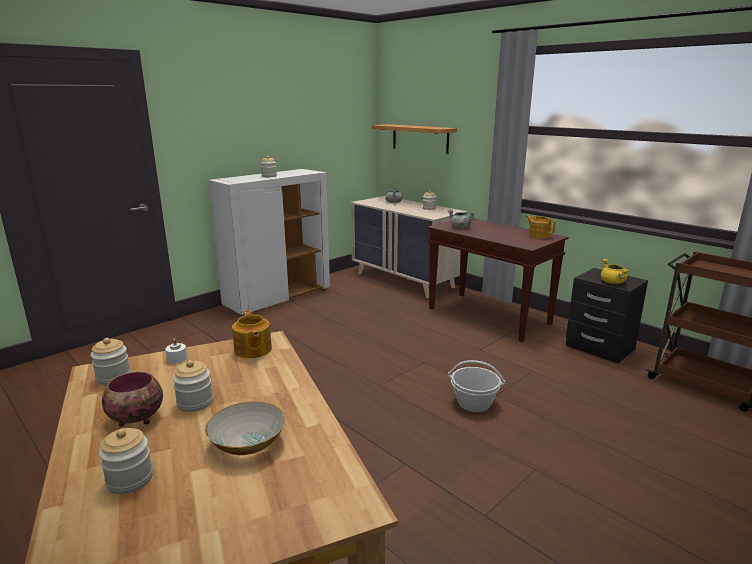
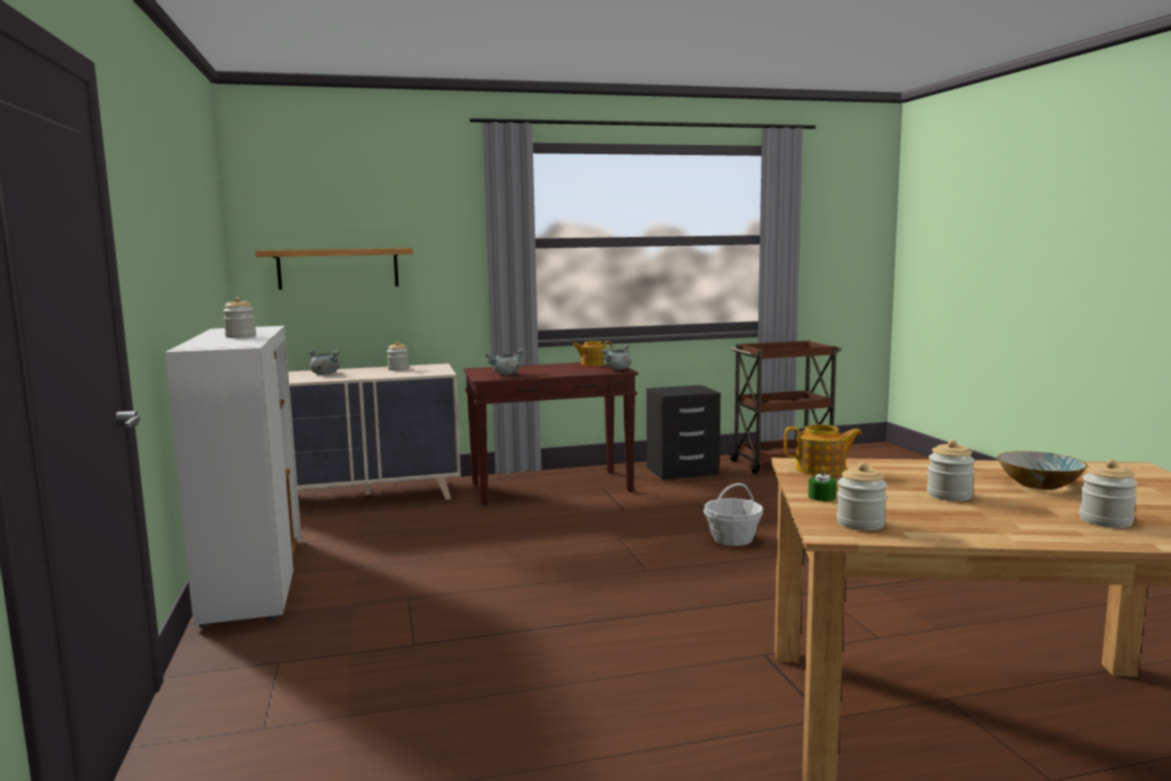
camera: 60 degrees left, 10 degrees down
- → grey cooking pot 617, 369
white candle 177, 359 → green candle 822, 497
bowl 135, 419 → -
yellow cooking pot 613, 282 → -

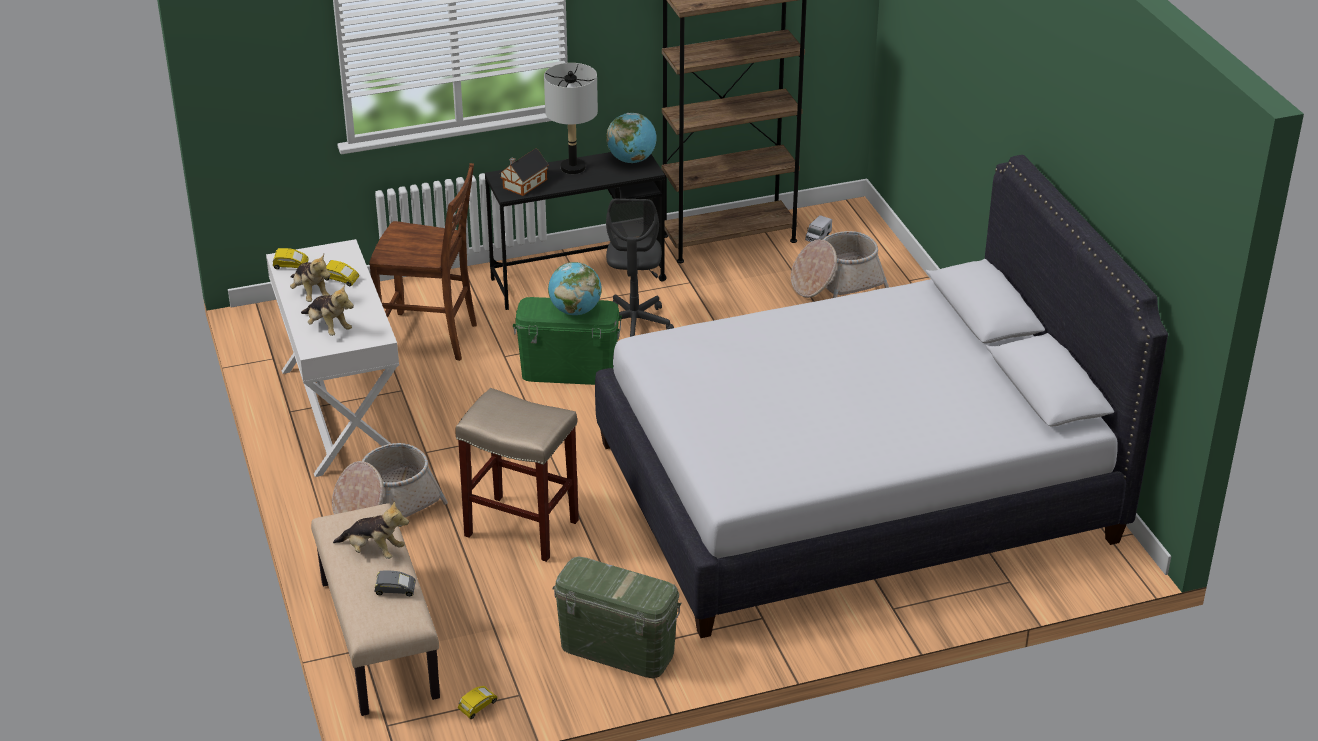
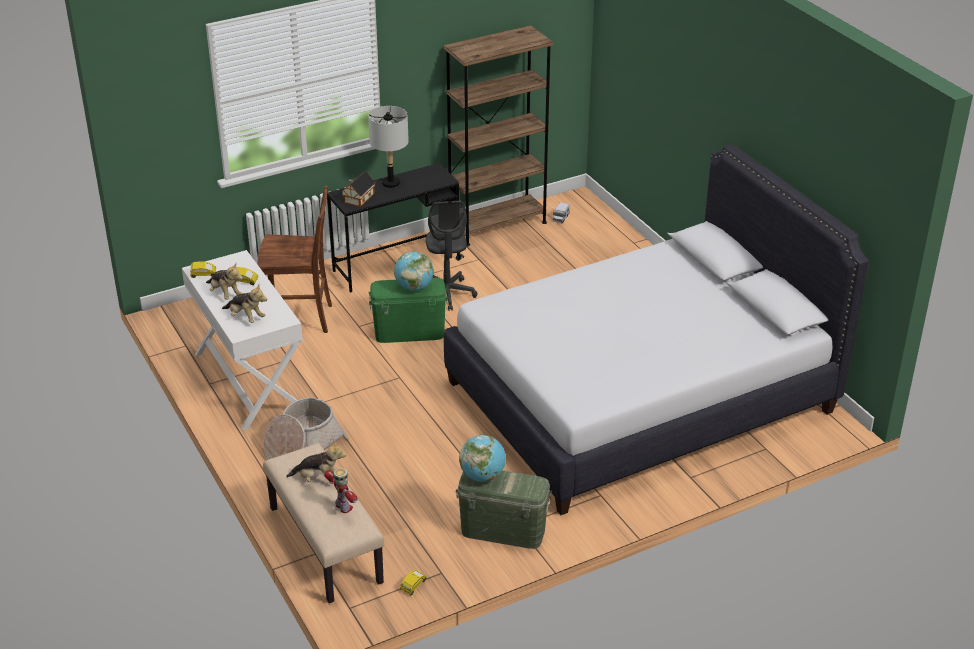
camera: 10 degrees left, 0 degrees up
grey toy car 395, 591 → toy robot 343, 507
globe 632, 160 → globe 482, 476, shifted
beige stool 523, 528 → -
basket 836, 283 → -

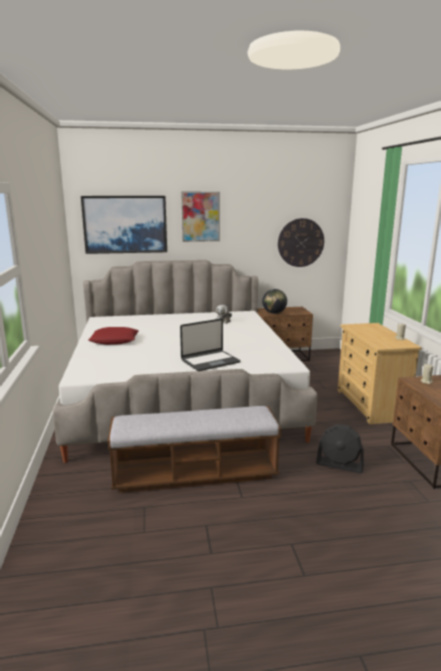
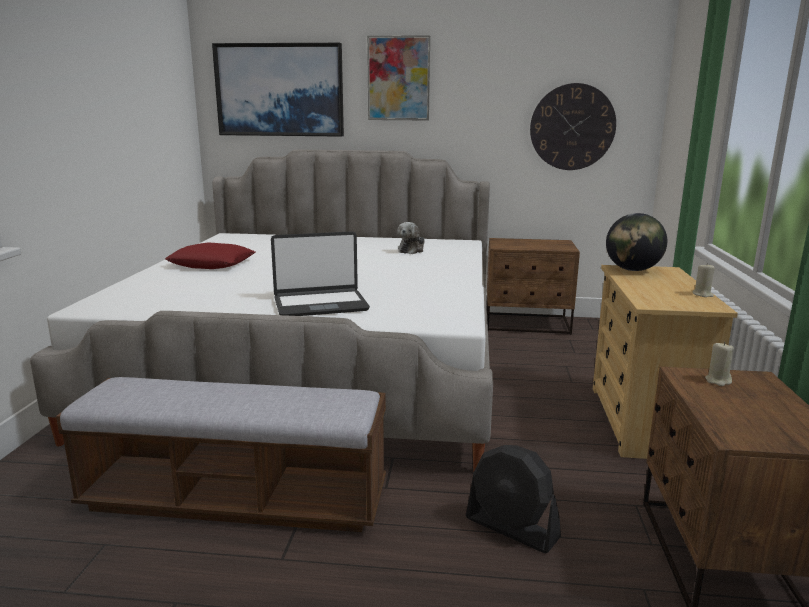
camera: 15 degrees right, 0 degrees up
globe 274, 313 → globe 632, 270, shifted

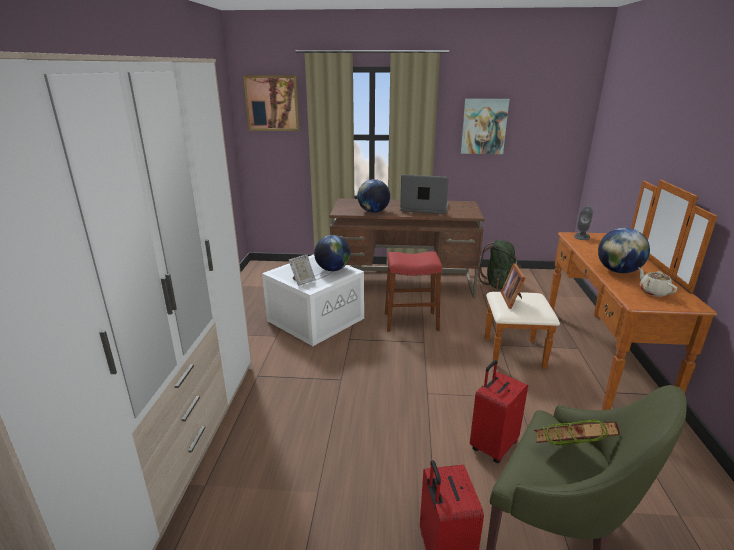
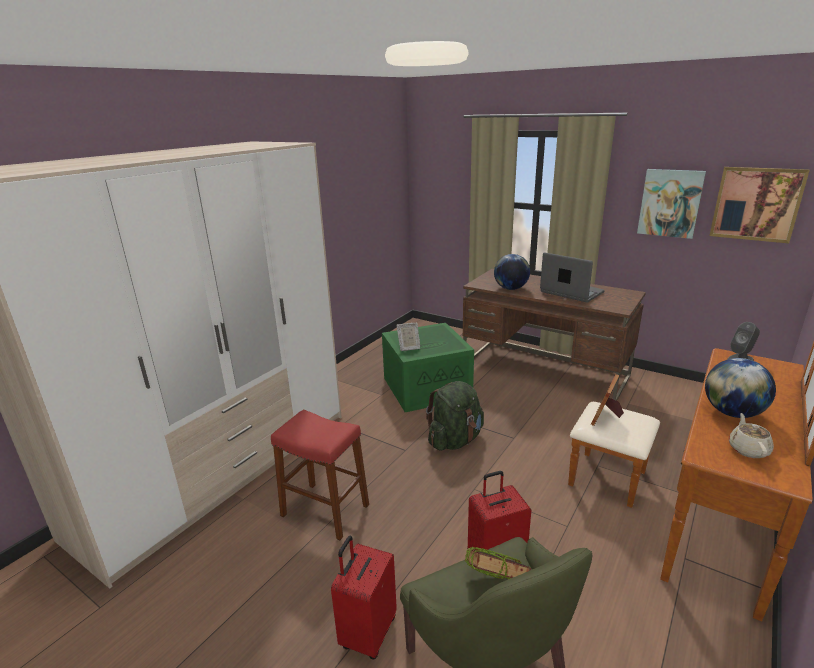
camera: 30 degrees right, 0 degrees up
red stool 411, 321 → red stool 325, 510, shifted
white storage box 315, 318 → green storage box 427, 387
green backpack 498, 284 → green backpack 455, 440, shifted
picture 272, 103 → picture 756, 204, shifted
globe 332, 269 → -

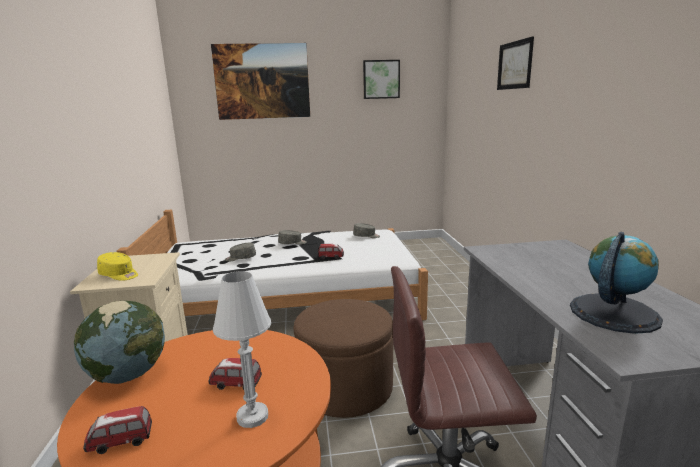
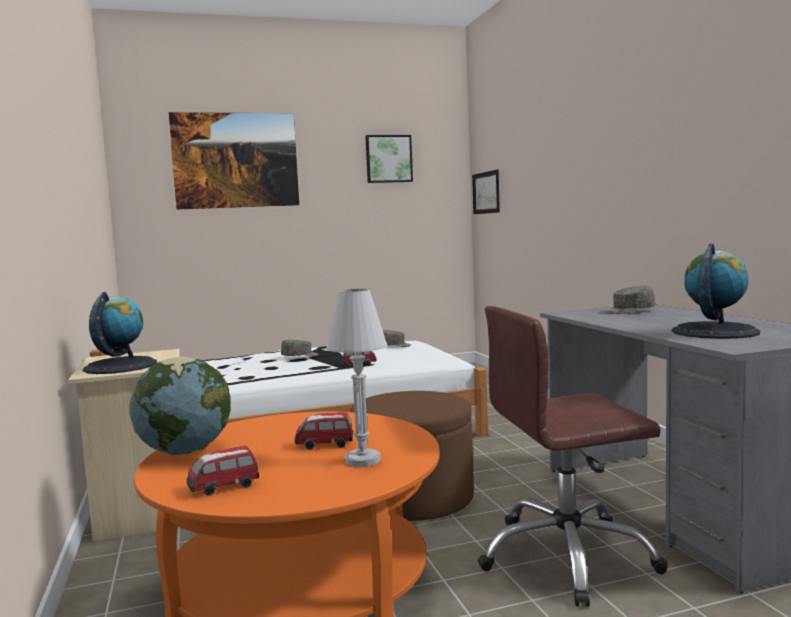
camera: 10 degrees left, 10 degrees down
yellow cap 119, 275 → globe 120, 366
picture 514, 65 → picture 486, 192, shifted
grey cap 240, 258 → grey cap 629, 311, shifted

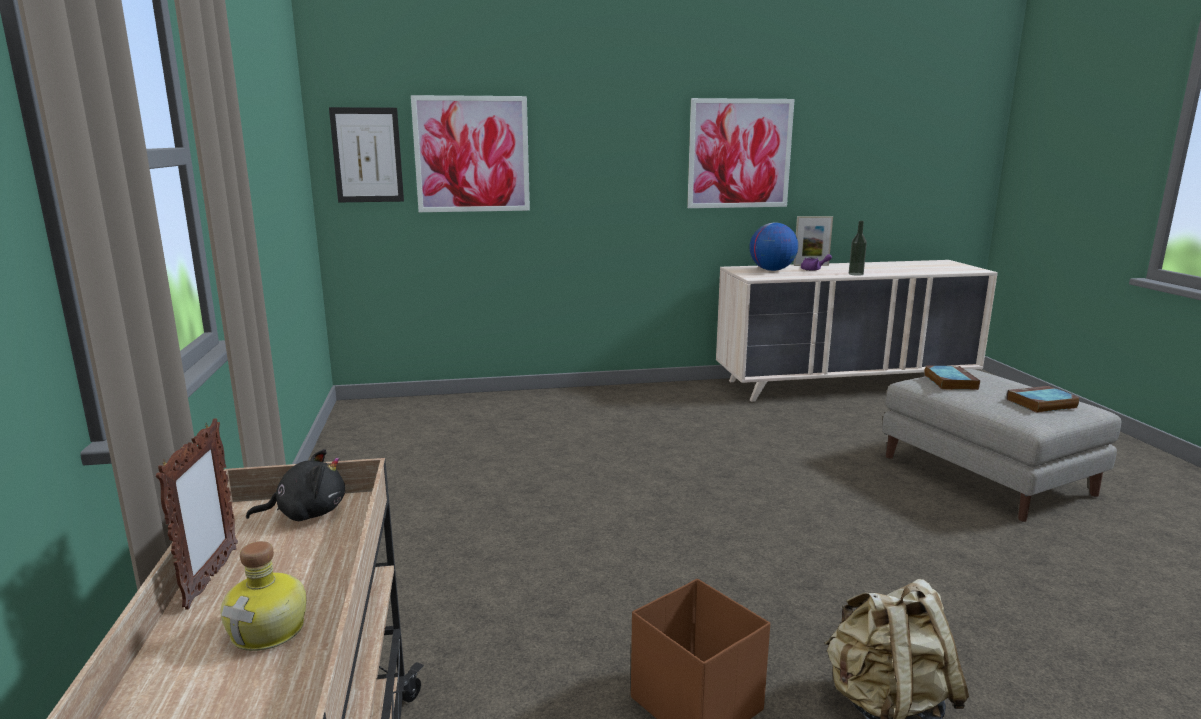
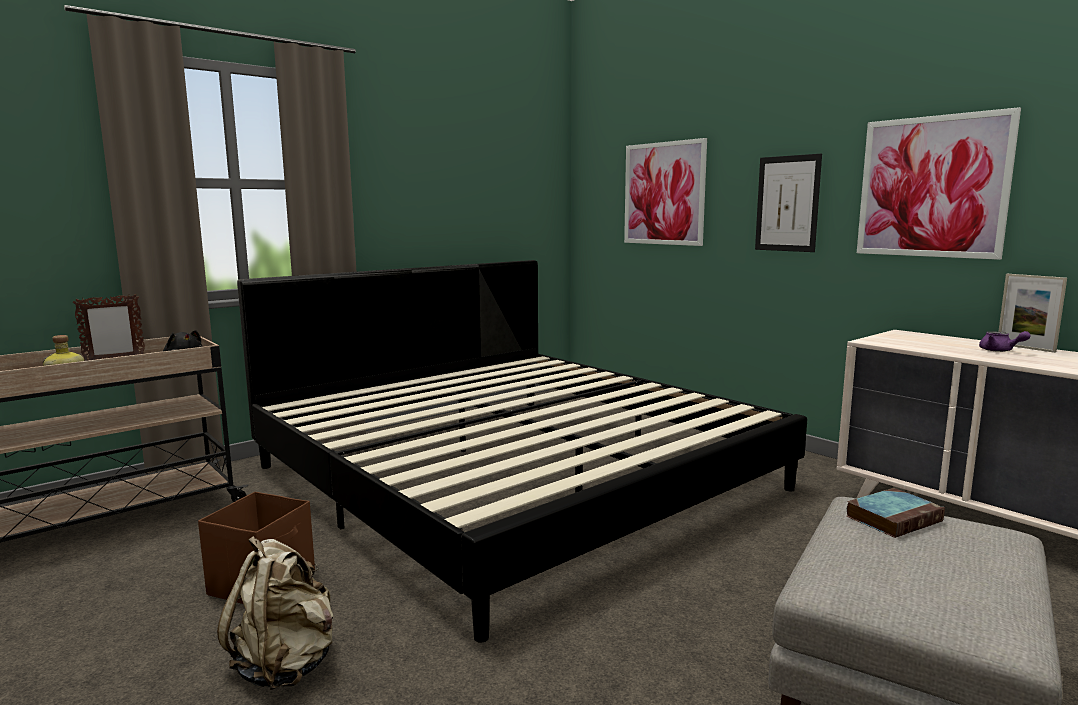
camera: 60 degrees right, 5 degrees down
- → bed 514, 477
picture 367, 155 → picture 787, 203, shifted
globe 771, 270 → -
bottle 855, 274 → -
book 1041, 404 → -

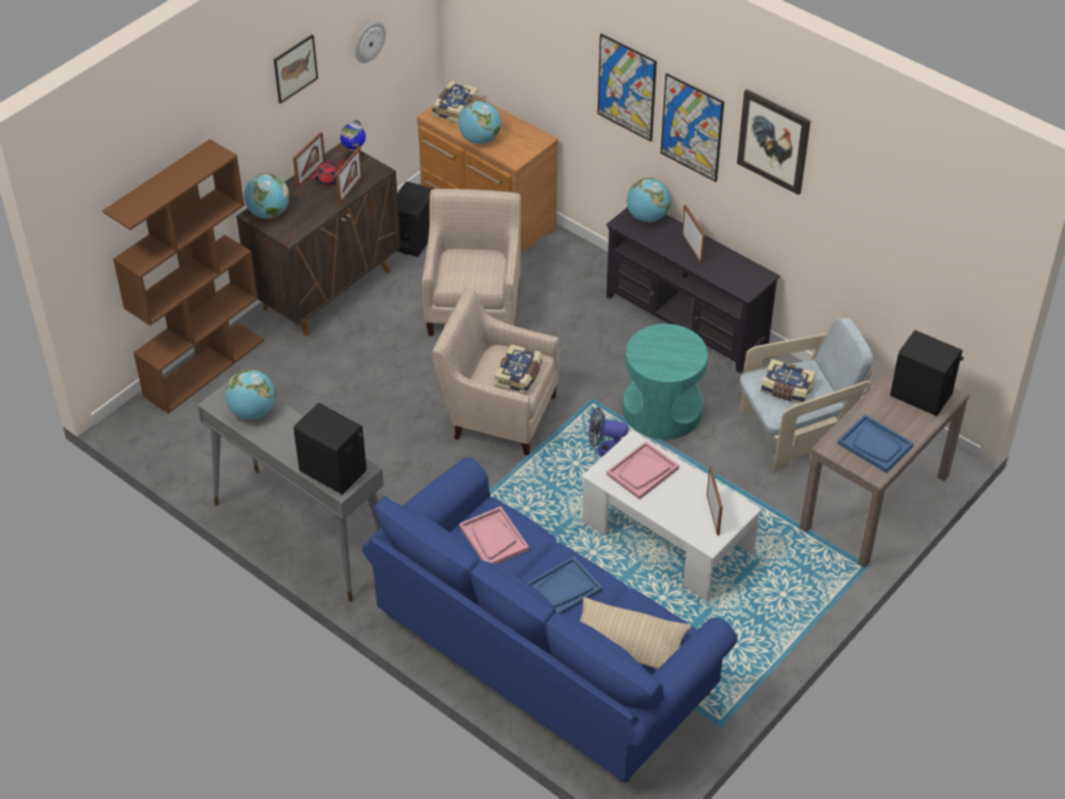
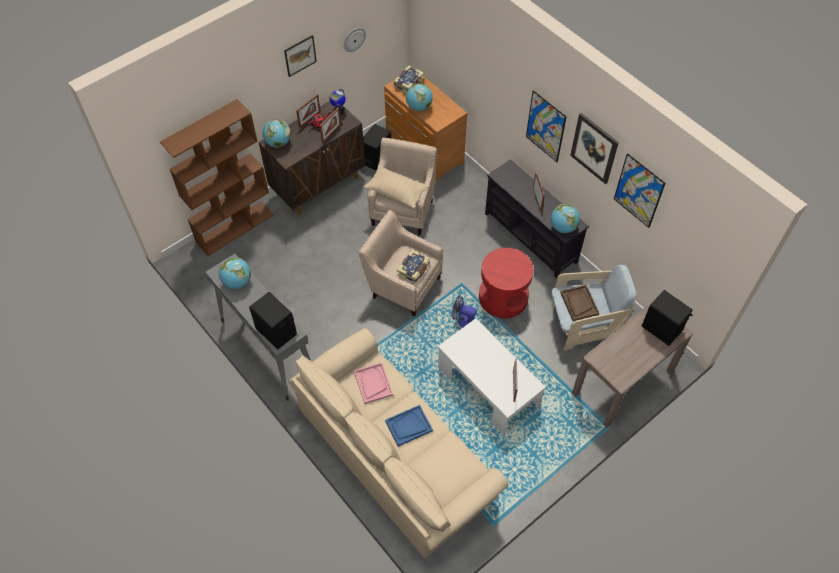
camera: 10 degrees right, 10 degrees up
blue sofa 546, 654 → beige sofa 396, 456
beige pillow 628, 645 → beige pillow 396, 192, shifted
turquoise side table 662, 410 → red side table 503, 297
globe 647, 217 → globe 563, 227, shifted
book 786, 389 → brown tray 579, 303
picture 626, 87 → picture 638, 191, shifted
pink tray 642, 472 → -
blue tray 875, 445 → -

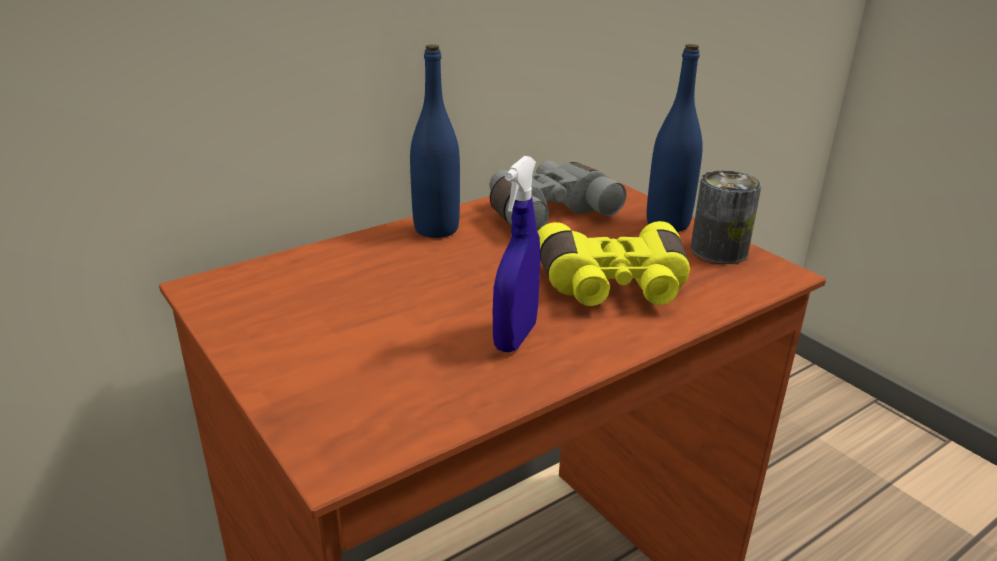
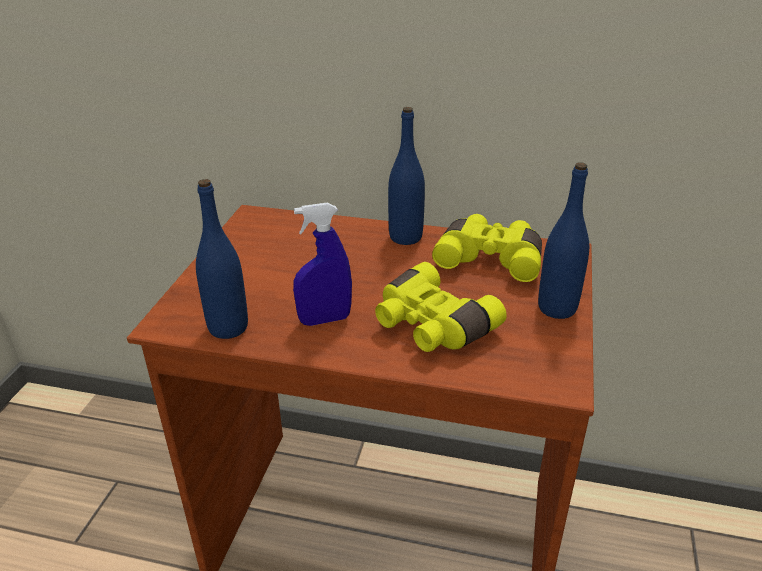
camera: 50 degrees right, 5 degrees up
- → blue bottle 228, 327
grey binoculars 546, 212 → yellow binoculars 490, 258
can 719, 250 → -

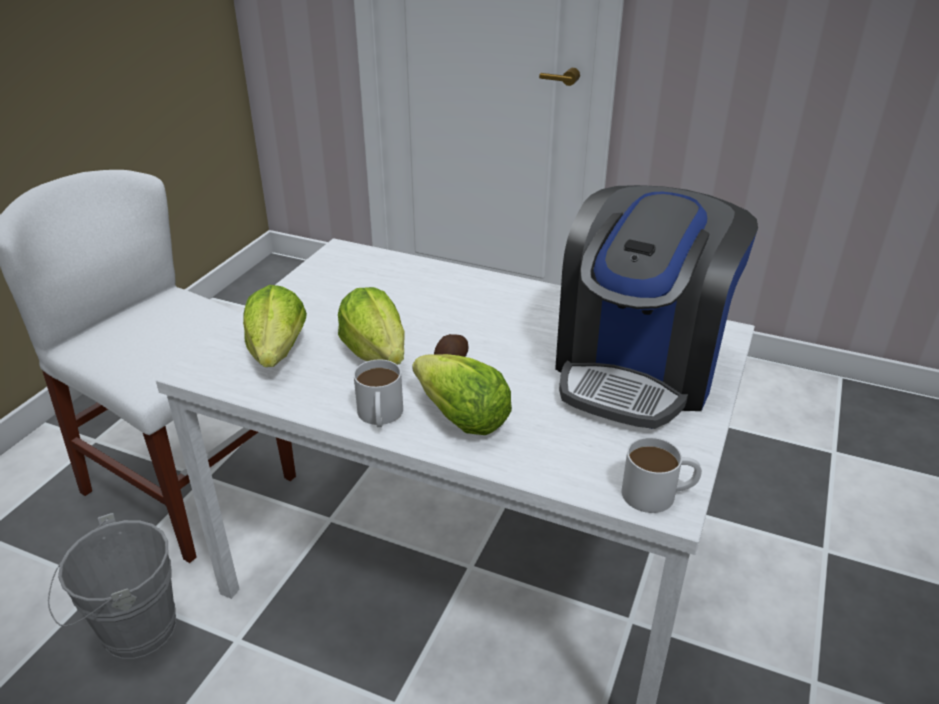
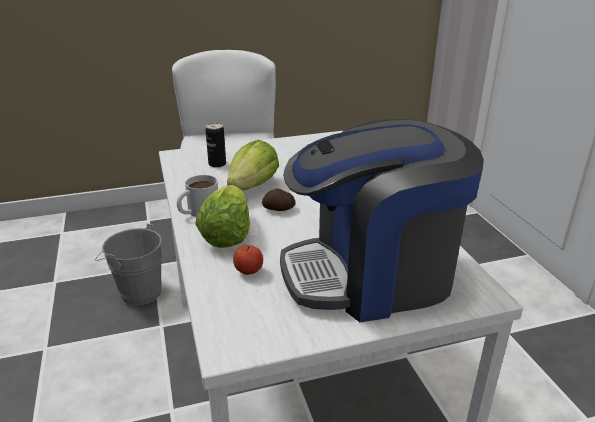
camera: 50 degrees right, 5 degrees down
lettuce 277, 352 → can 217, 164
- → apple 248, 272
white mug 659, 493 → -

